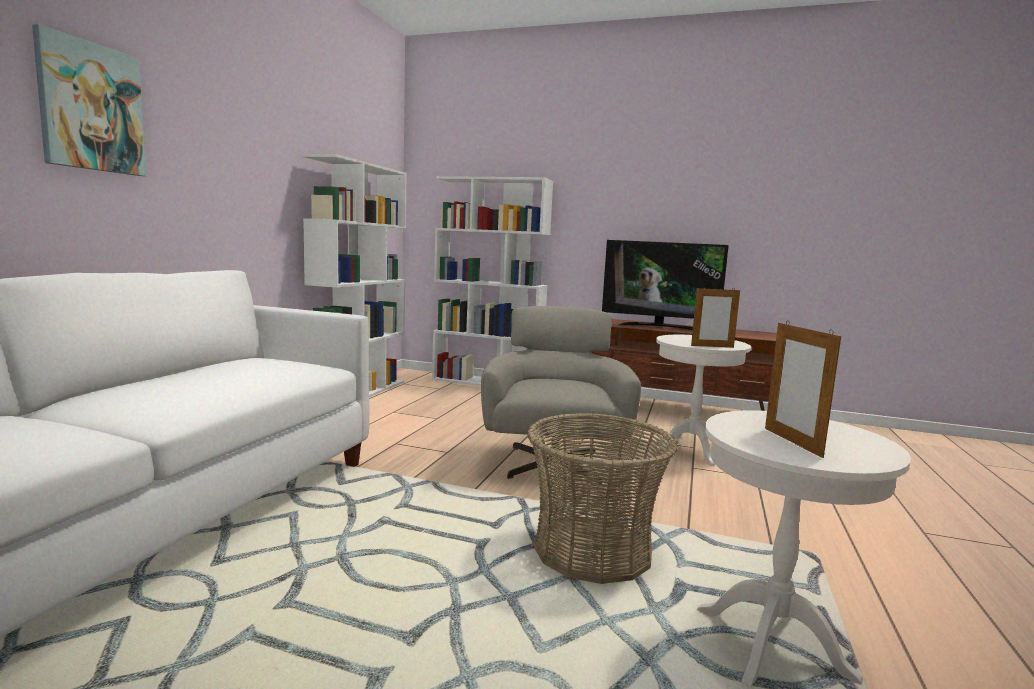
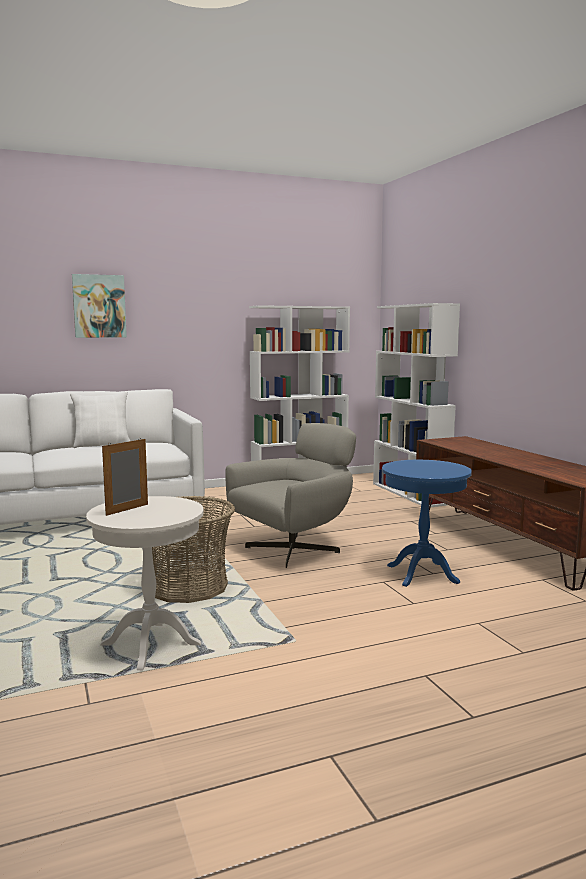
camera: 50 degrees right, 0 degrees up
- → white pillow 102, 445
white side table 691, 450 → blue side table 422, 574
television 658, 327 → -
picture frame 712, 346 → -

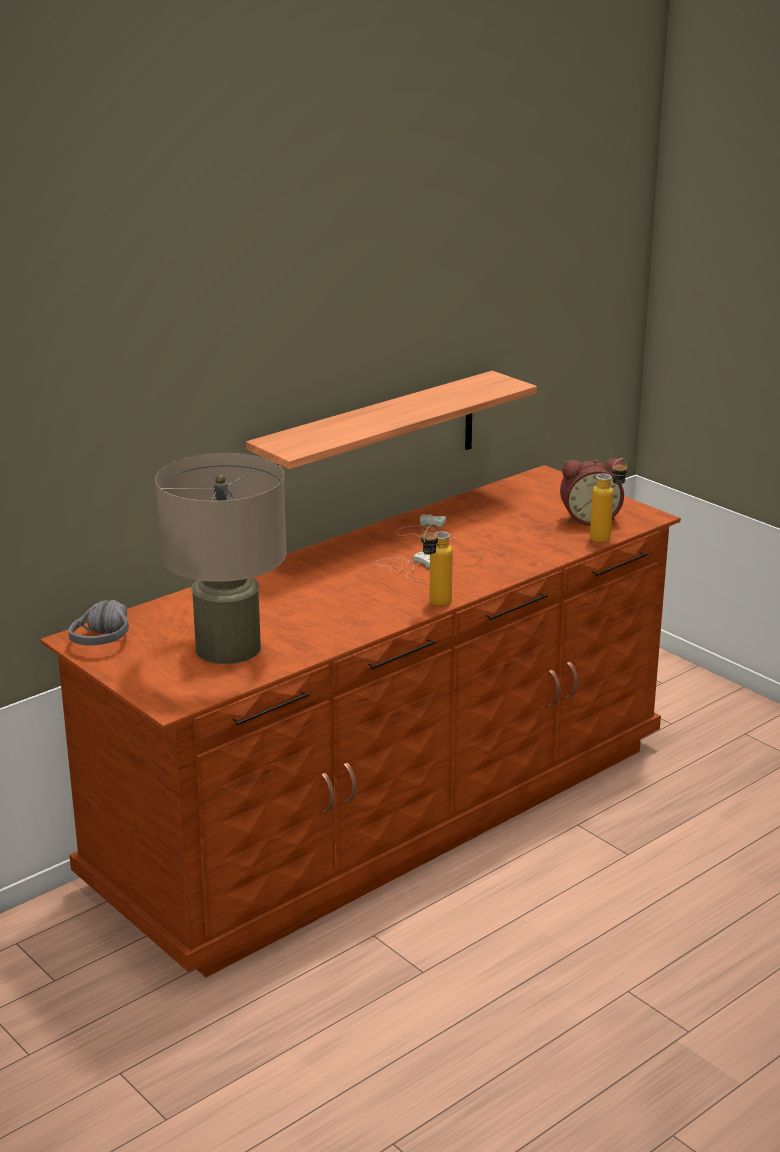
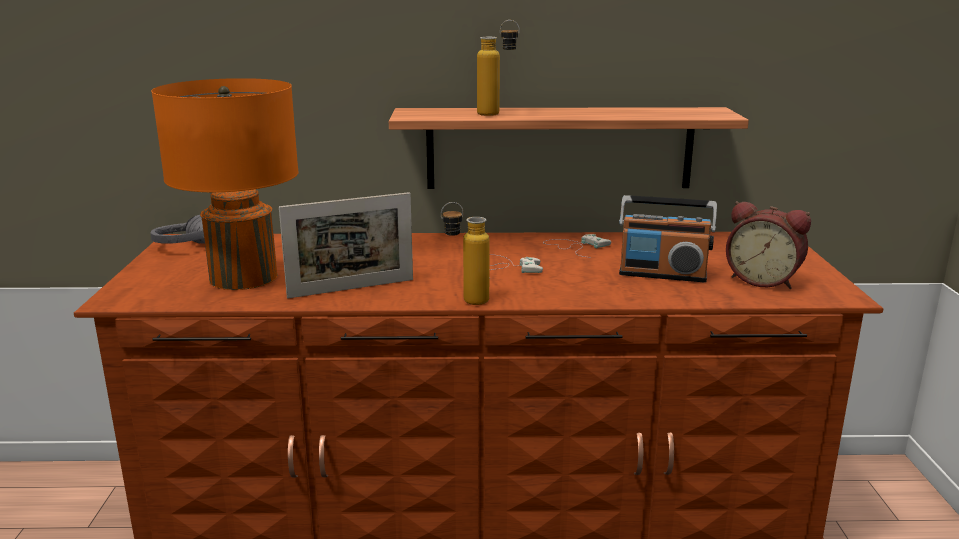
camera: 40 degrees right, 5 degrees down
beige table lamp 228, 648 → orange table lamp 243, 277
- → picture frame 351, 288
bottle 607, 538 → bottle 497, 114, shifted
- → radio 662, 274

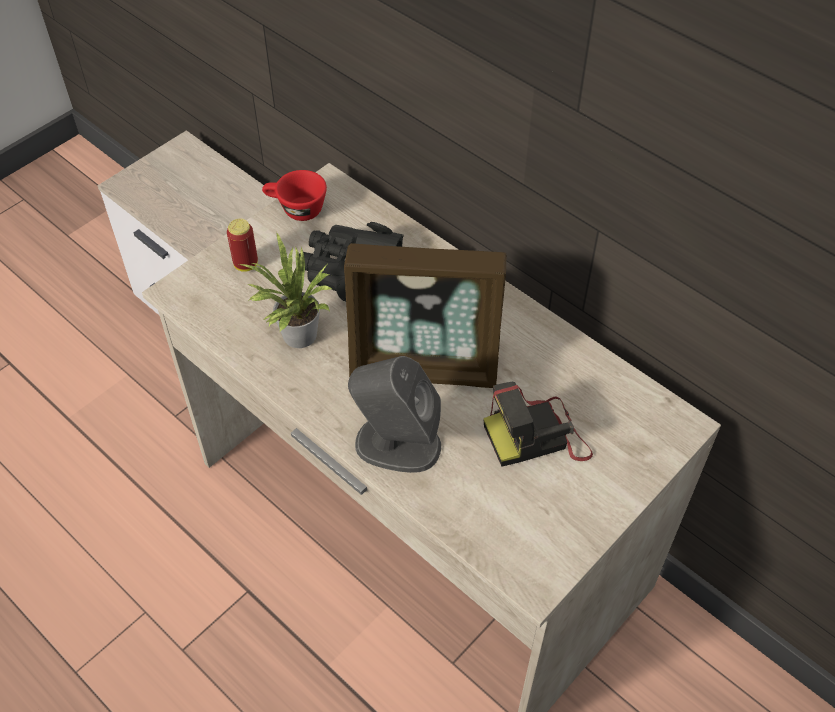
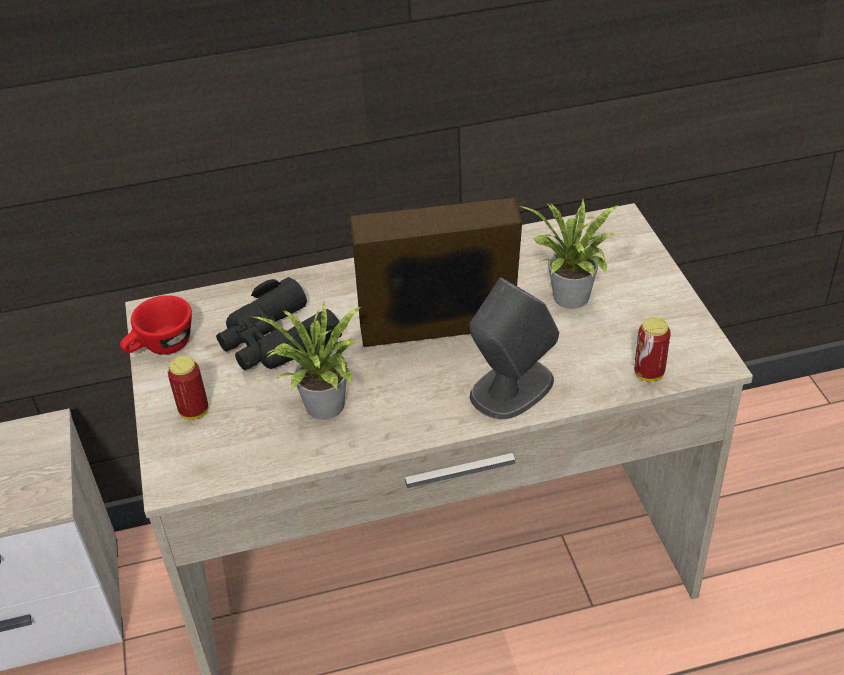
camera: 55 degrees left, 10 degrees down
picture frame 425, 365 → picture frame 438, 335, 135 degrees counterclockwise
photo camera 537, 436 → potted plant 570, 300
- → can 649, 374

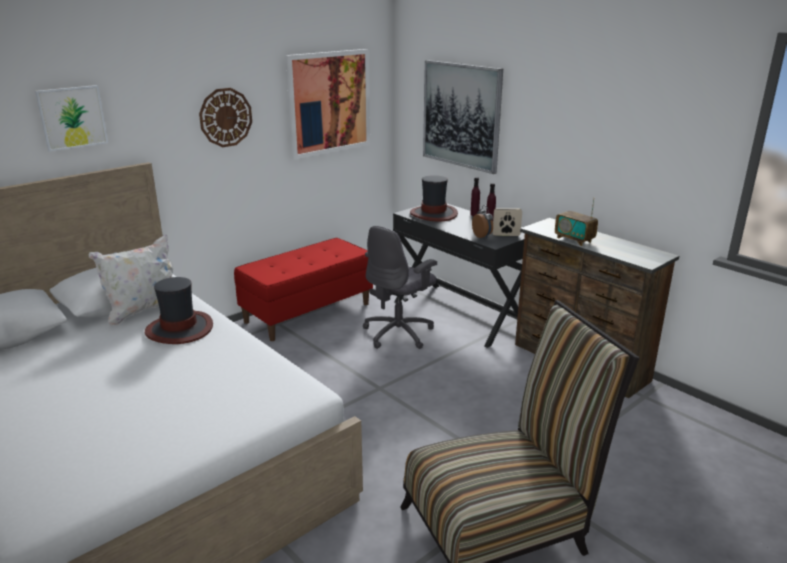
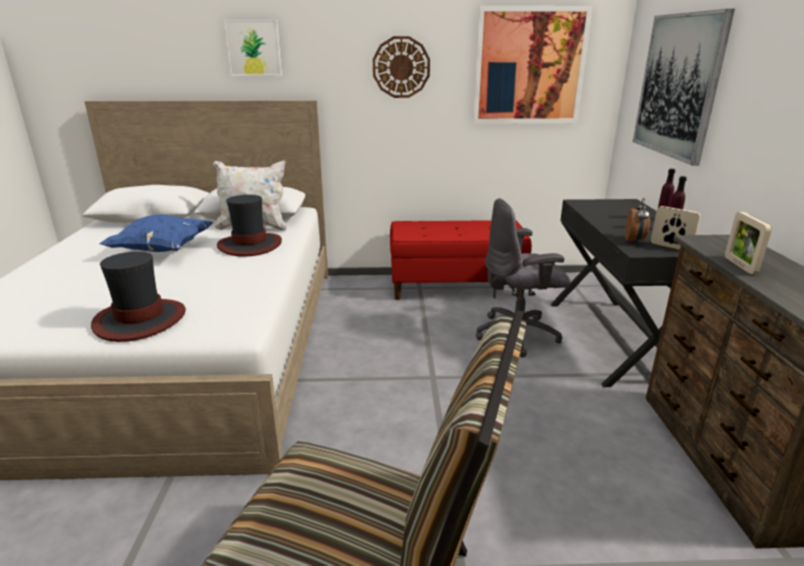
camera: 40 degrees right, 0 degrees up
hat 434, 214 → hat 140, 320, shifted
- → blue pillow 162, 250
radio 574, 240 → picture frame 740, 265

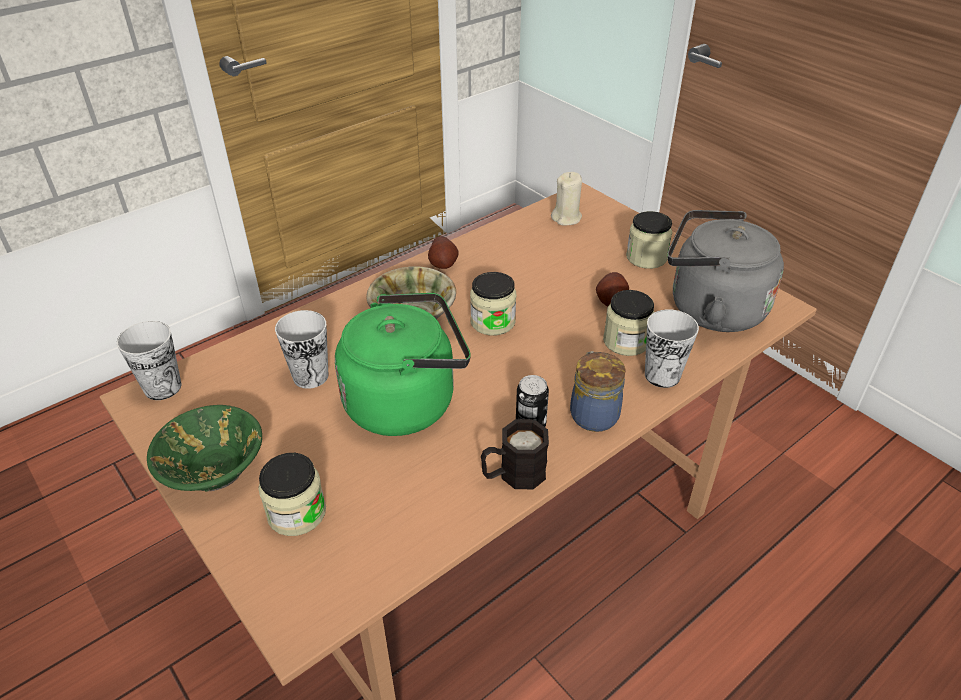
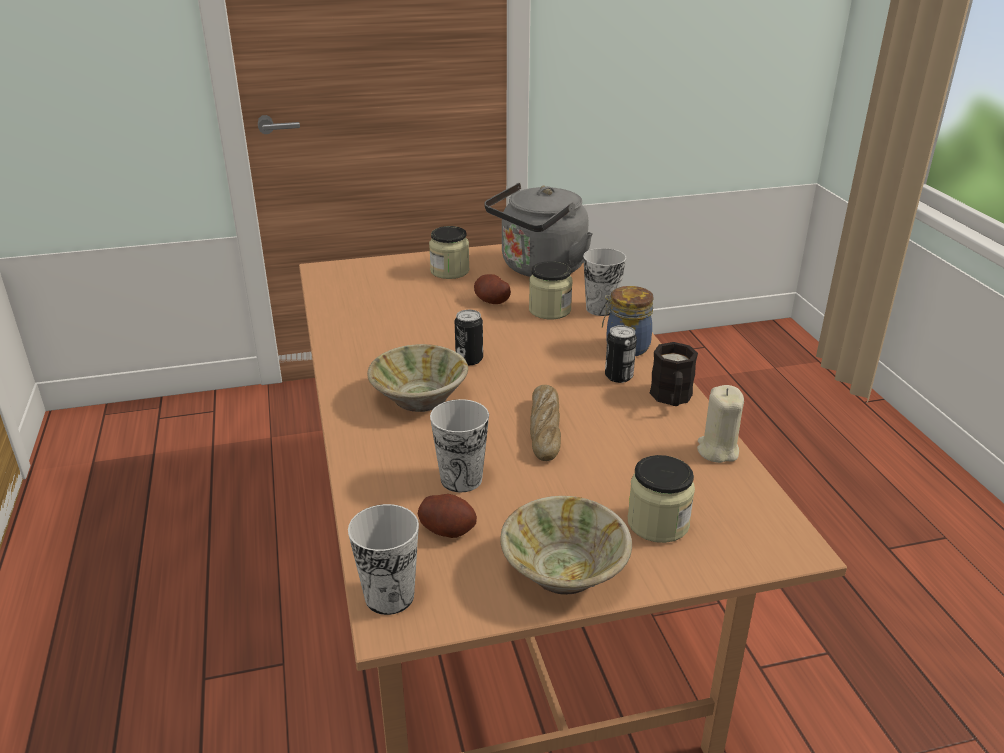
camera: 65 degrees left, 10 degrees down
potato 443, 263 → potato 448, 529, shifted
jar 492, 322 → can 469, 359
green bowl 213, 469 → beige bowl 564, 572
green kettle 406, 401 → bread 545, 429
beige candle 566, 218 → beige candle 717, 450, shifted

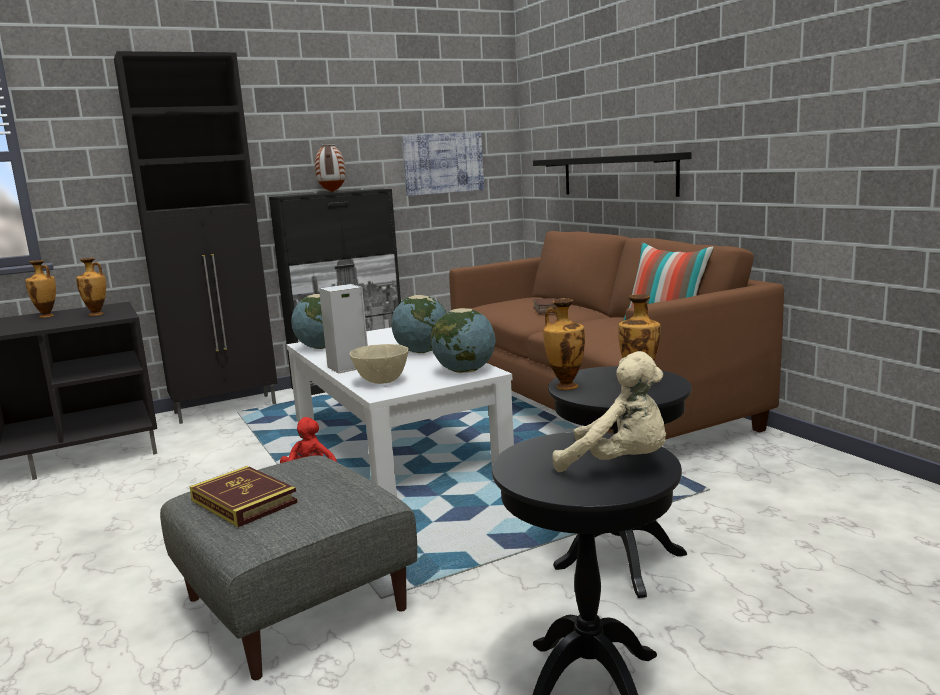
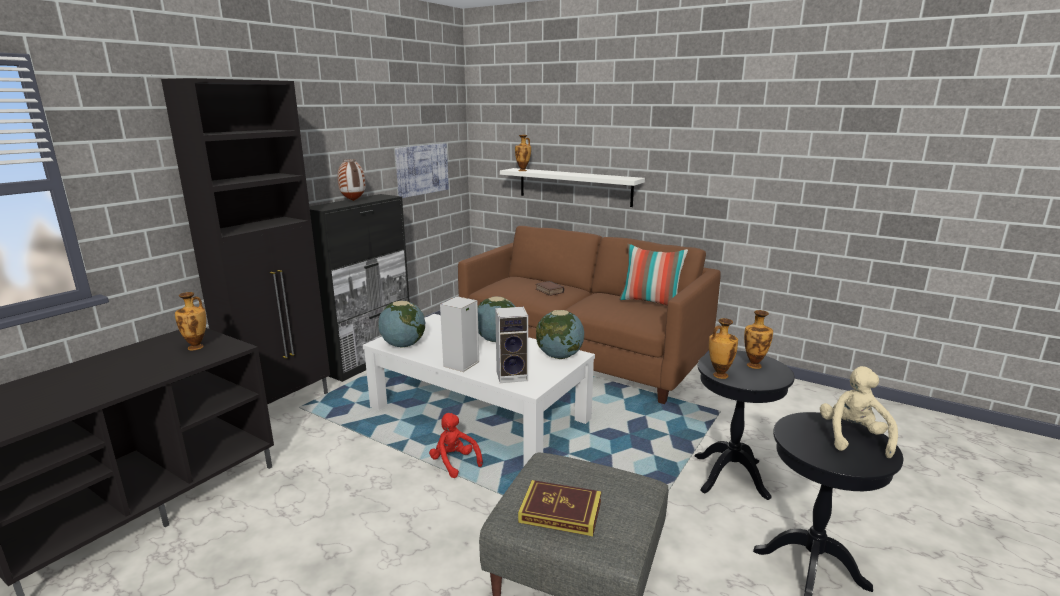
camera: 30 degrees left, 5 degrees up
beige bowl 382, 381 → speaker 513, 375
black shelf 617, 175 → white shelf 574, 186
vase 47, 316 → vase 523, 170, shifted
beige plush toy 619, 464 → beige plush toy 853, 437, 75 degrees counterclockwise

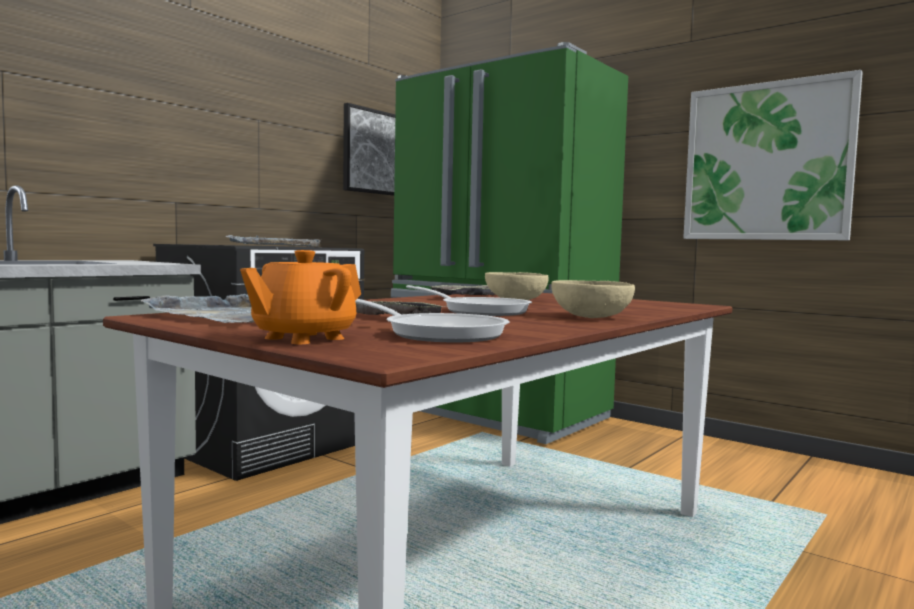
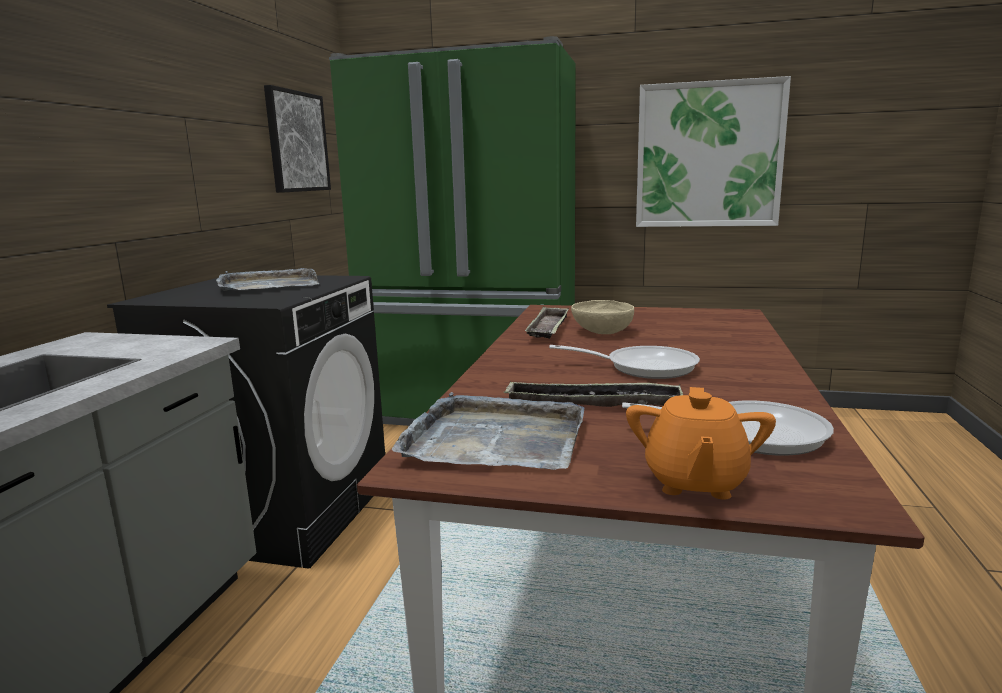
camera: 25 degrees left, 10 degrees up
beige bowl 590, 317 → -

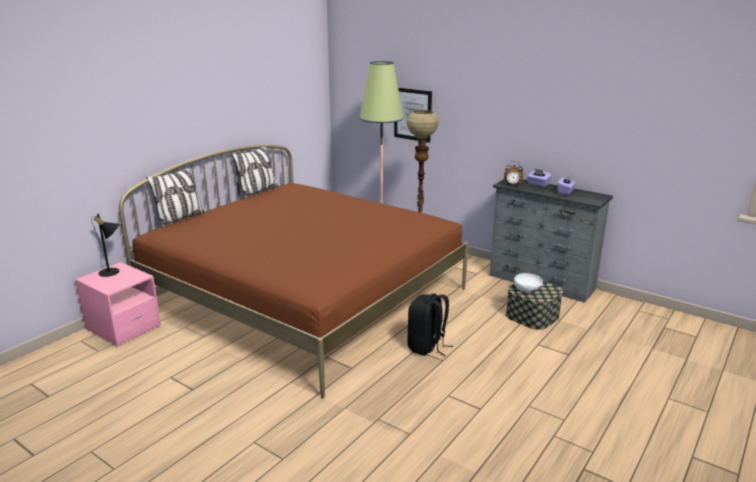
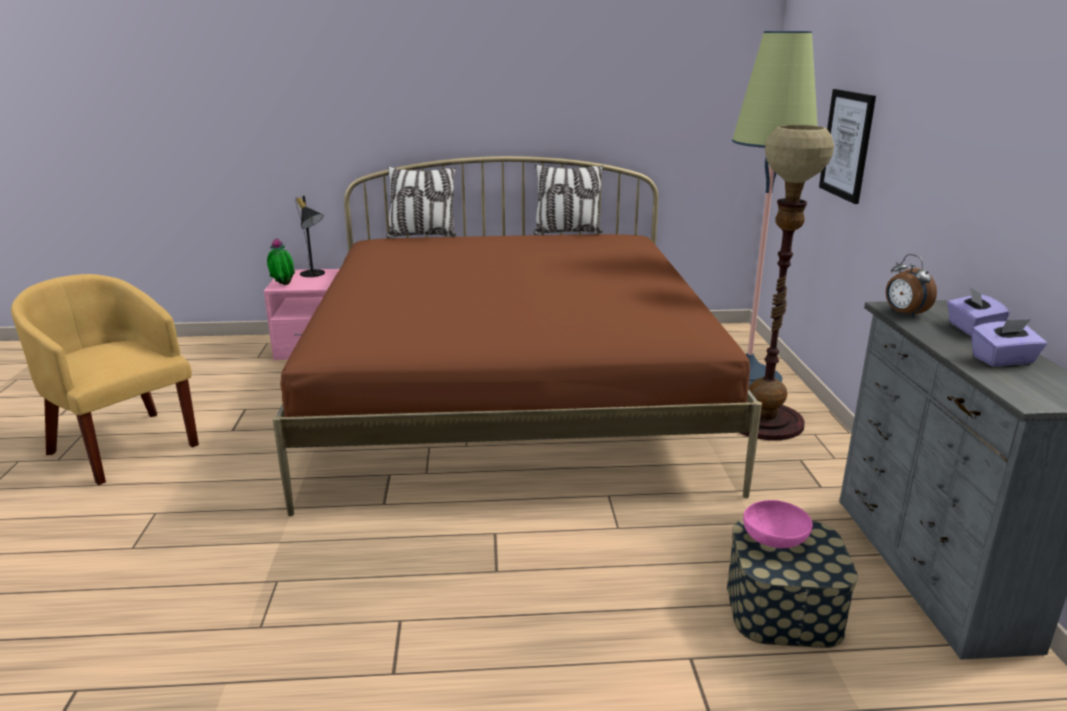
camera: 50 degrees right, 0 degrees up
- → yellow armchair 123, 445
- → potted plant 283, 285
white bowl 527, 289 → pink bowl 774, 541
black backpack 427, 347 → -

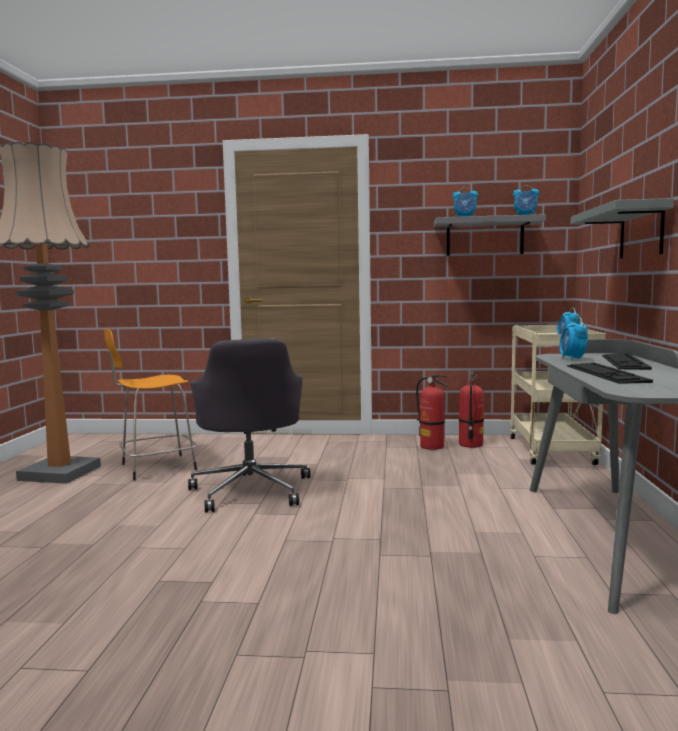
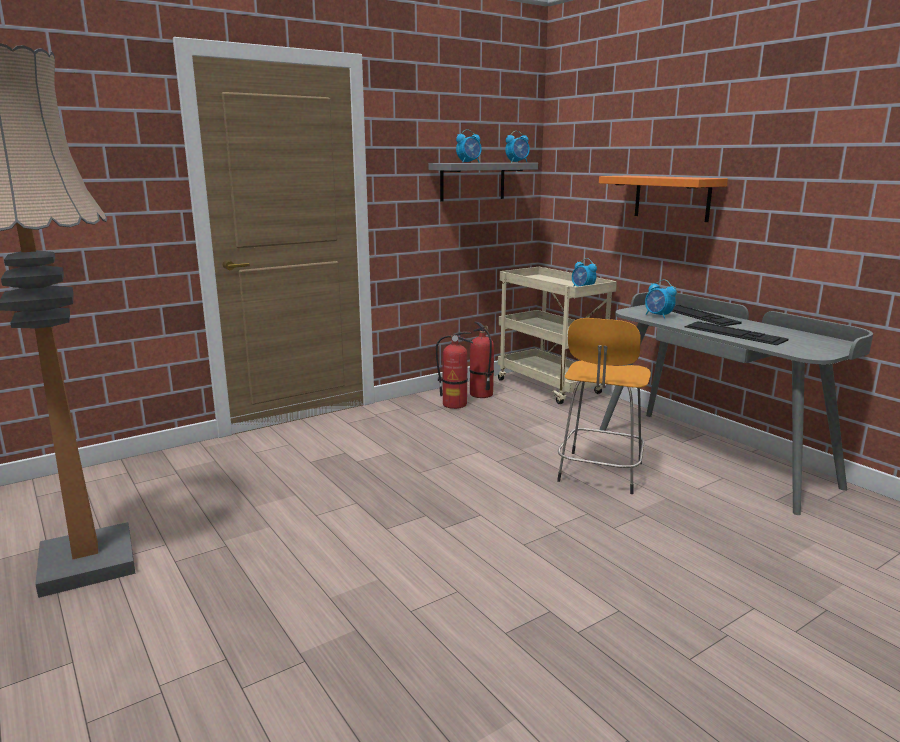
camera: 40 degrees left, 10 degrees up
orange stool 155, 467 → orange stool 599, 474, shifted
grey shelf 641, 232 → orange shelf 672, 198
grey office chair 251, 490 → -

